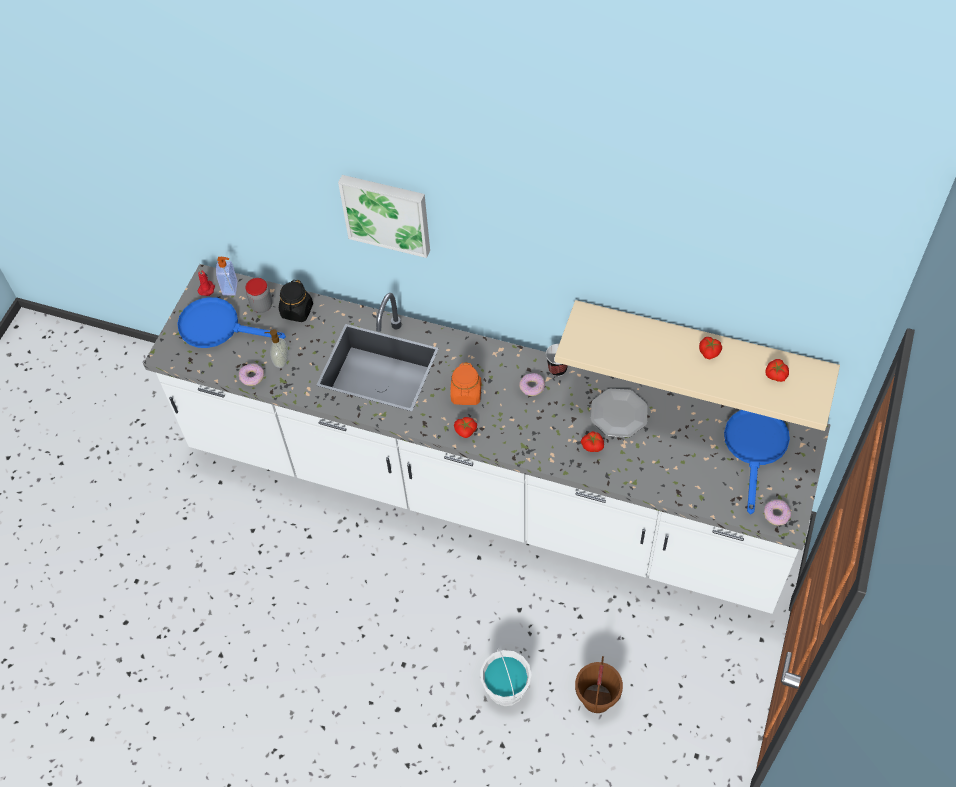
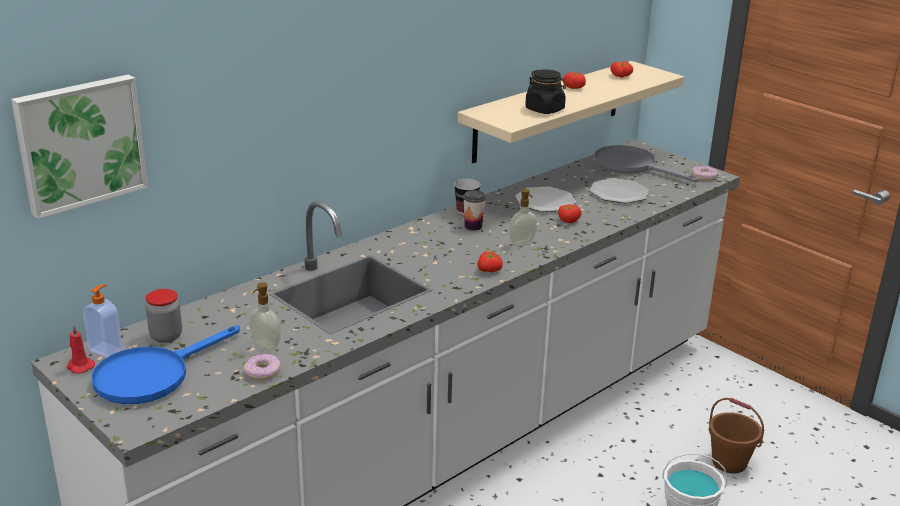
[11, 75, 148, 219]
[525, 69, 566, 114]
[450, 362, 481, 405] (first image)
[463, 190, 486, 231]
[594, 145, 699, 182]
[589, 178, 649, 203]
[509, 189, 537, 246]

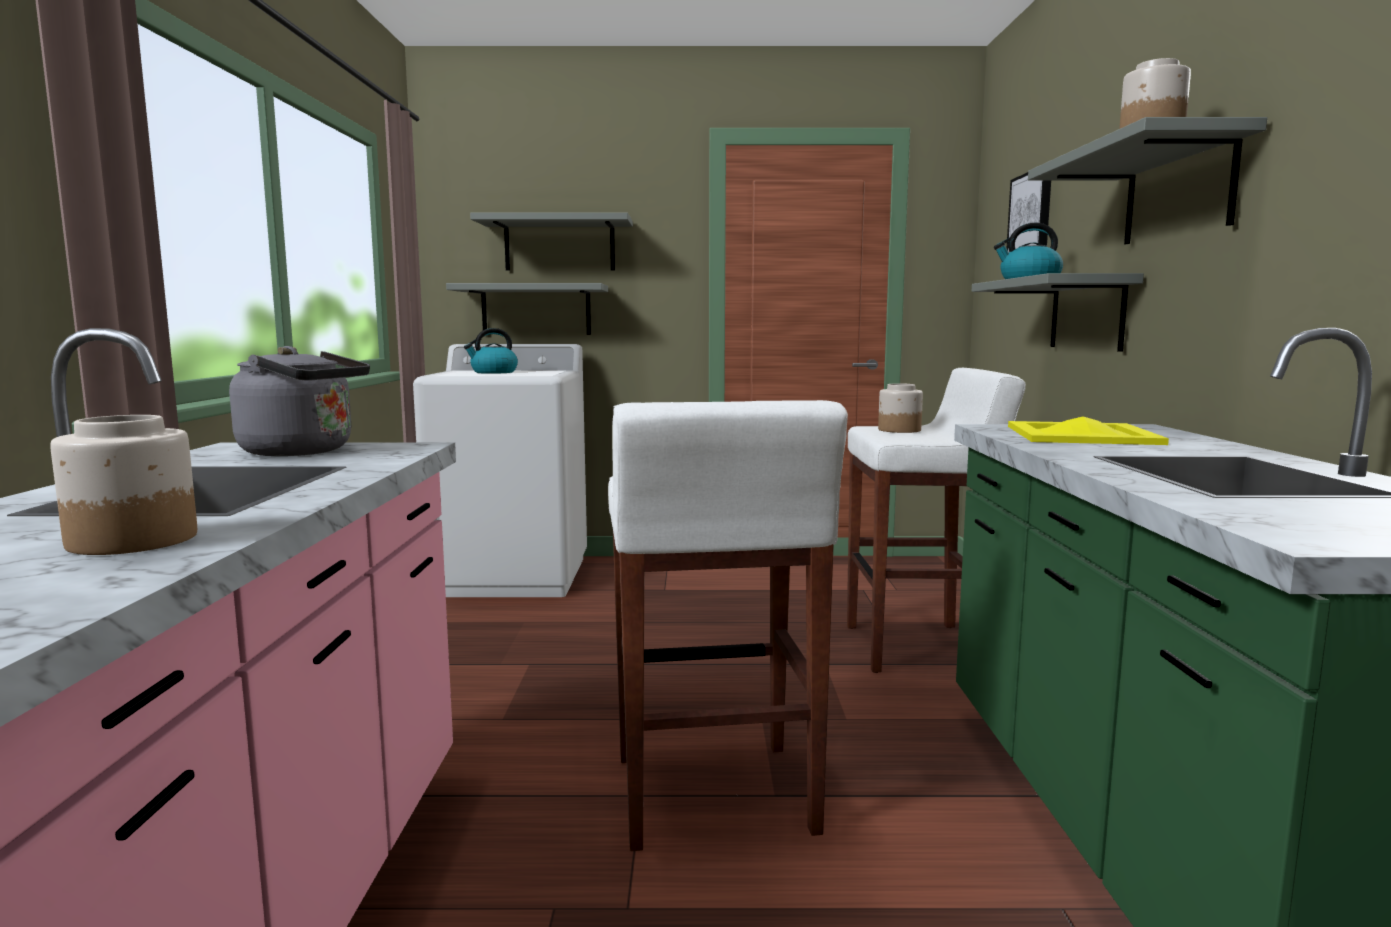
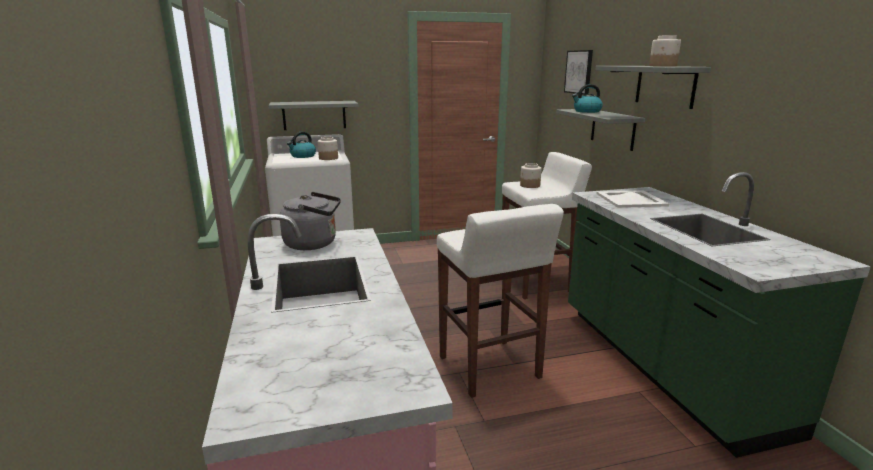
[470, 213, 633, 270] (first image)
[318, 137, 338, 160]
[597, 190, 669, 208]

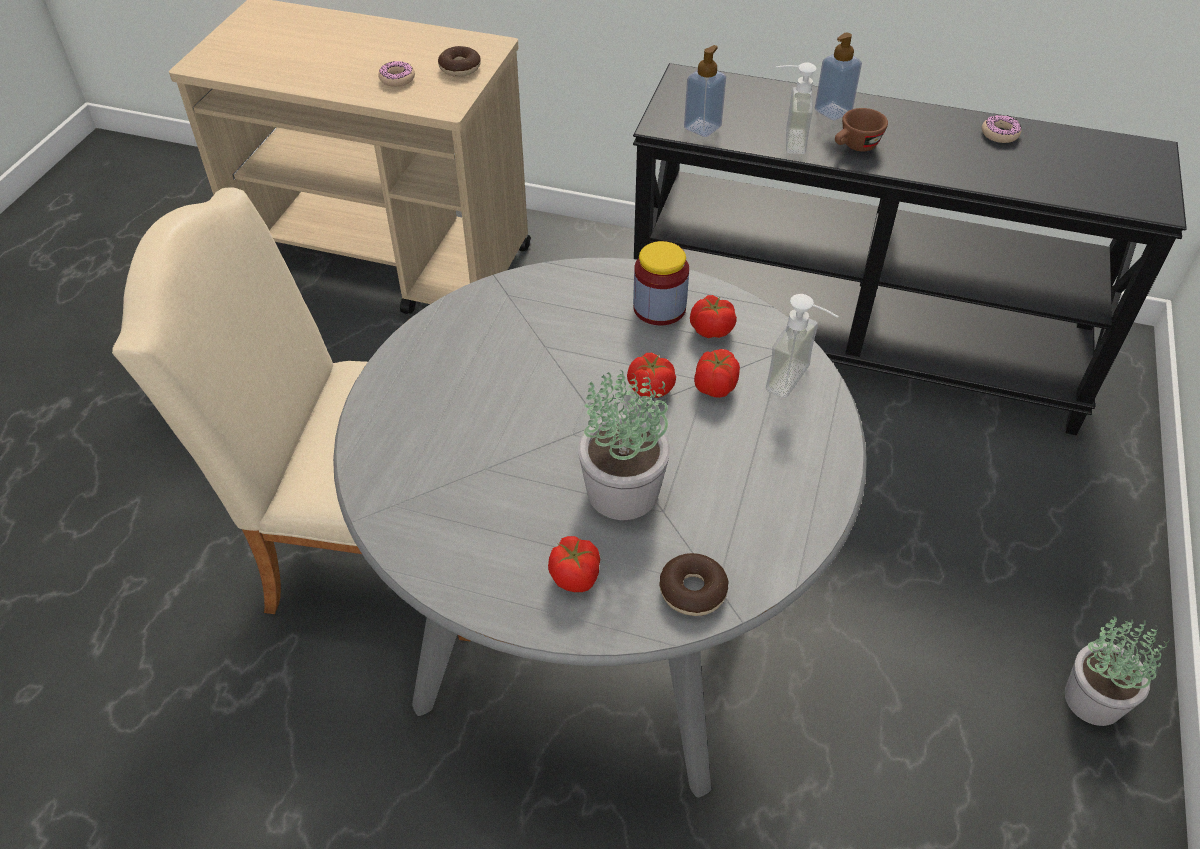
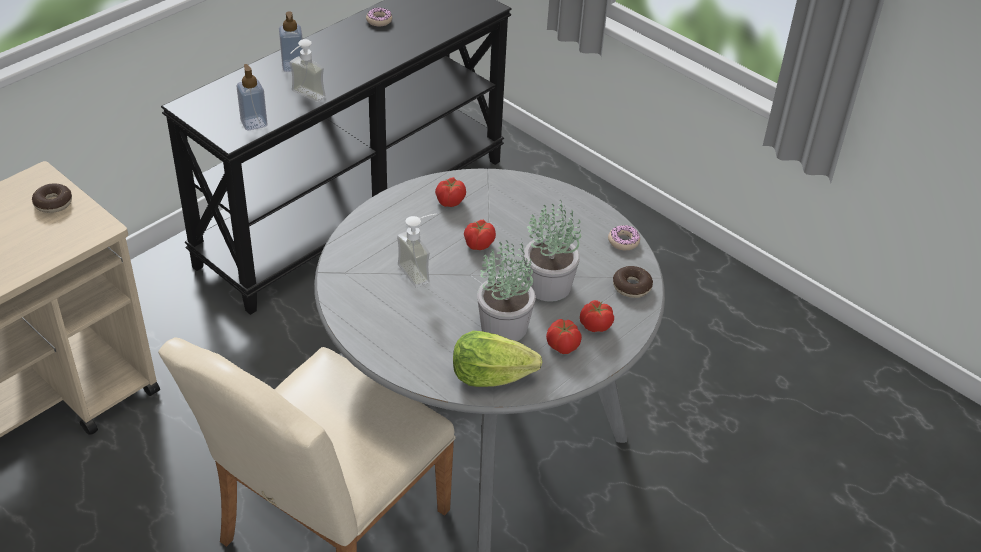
[608, 225, 640, 250]
[835, 108, 888, 152] (first image)
[633, 241, 689, 325] (first image)
[397, 214, 436, 288]
[546, 319, 582, 354]
[477, 240, 536, 341]
[453, 331, 542, 387]

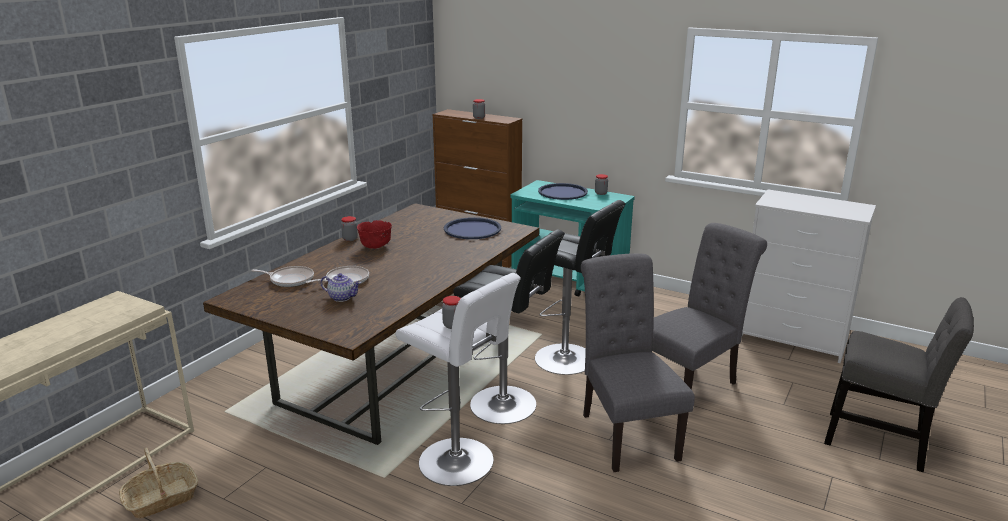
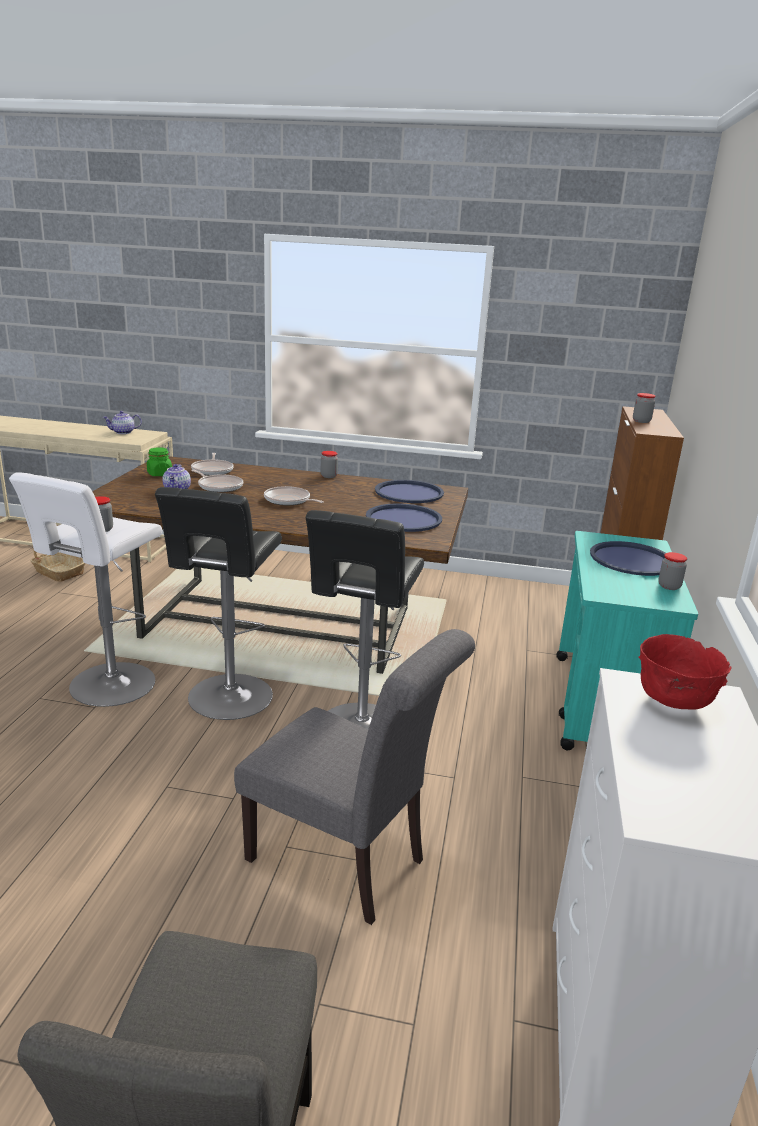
[638, 634, 732, 710]
[581, 253, 695, 472] (first image)
[103, 411, 142, 434]
[147, 447, 172, 476]
[375, 480, 444, 503]
[264, 486, 324, 505]

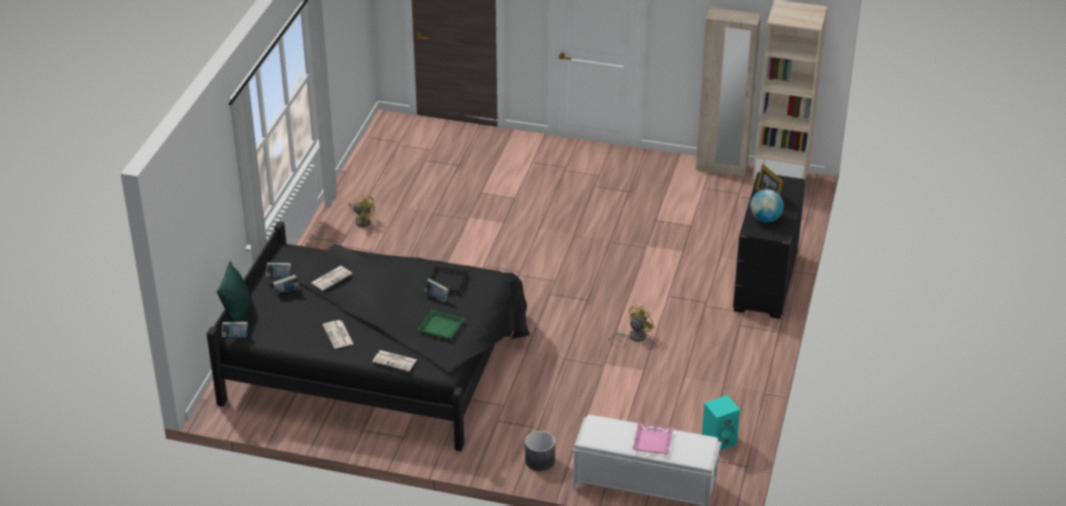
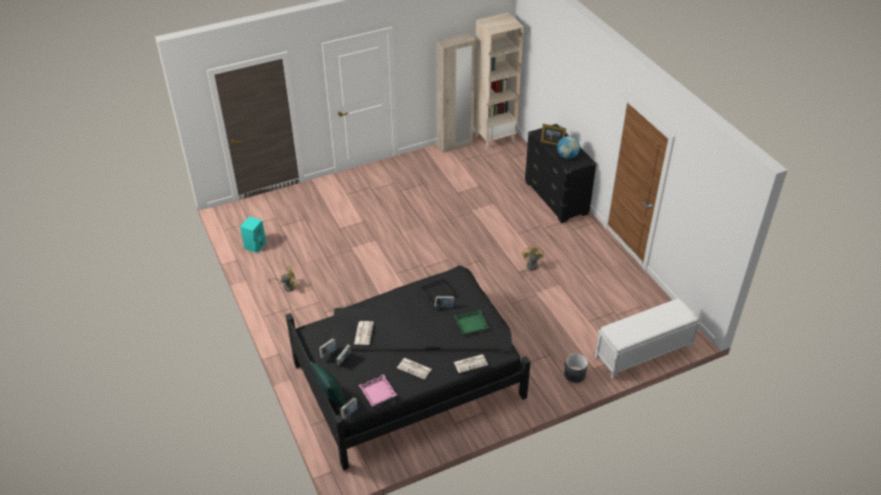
[240, 216, 266, 253]
[359, 374, 397, 406]

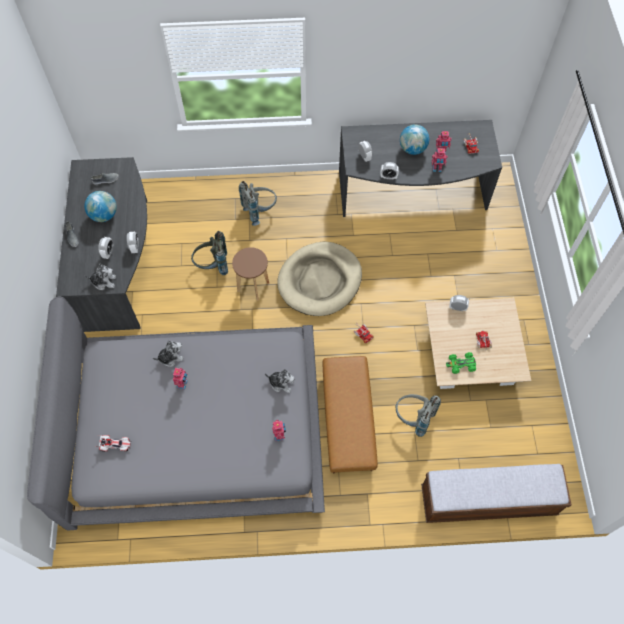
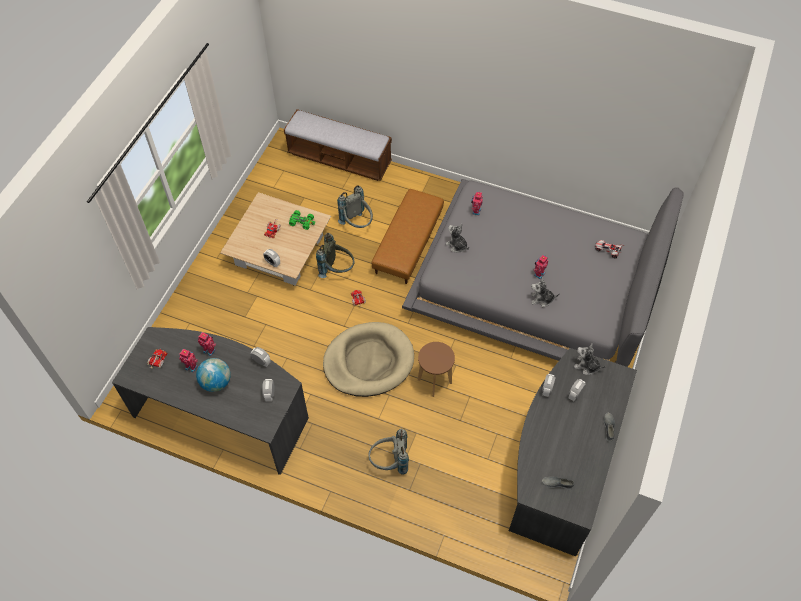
[84, 191, 117, 222] (first image)
[316, 233, 355, 278]

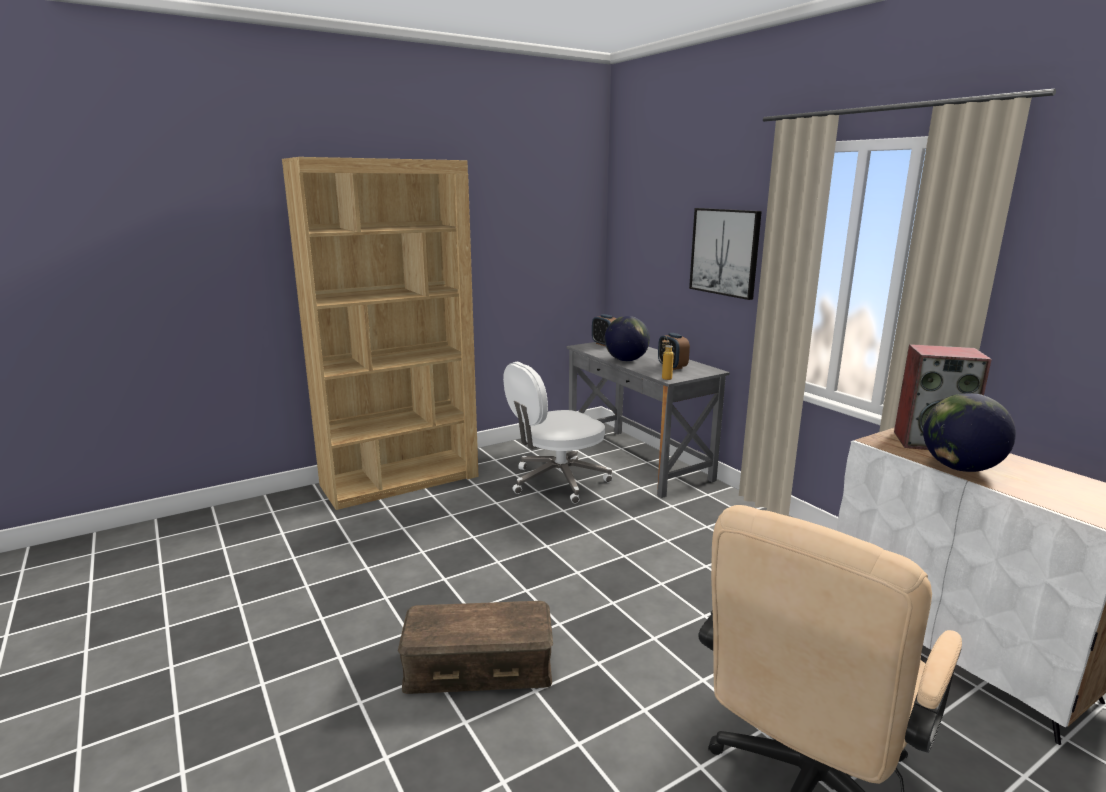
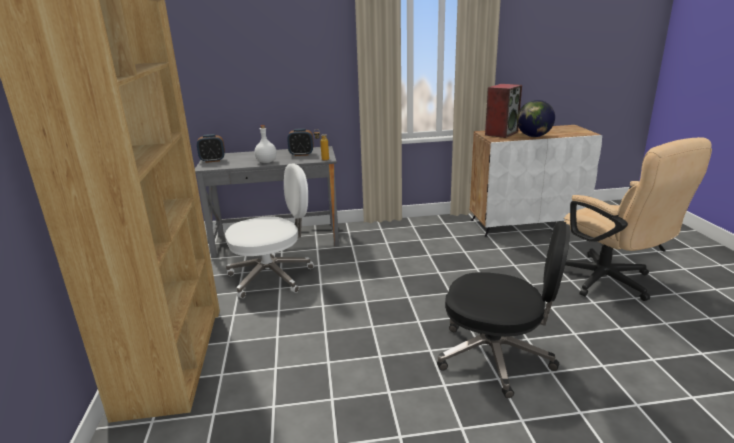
[689, 208, 762, 300] (first image)
[254, 125, 277, 163]
[225, 164, 314, 298]
[437, 221, 570, 398]

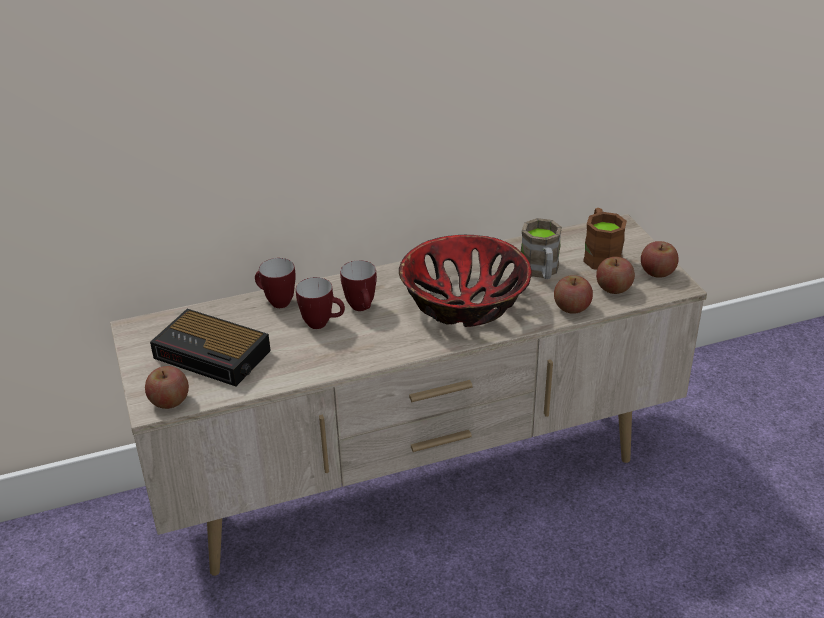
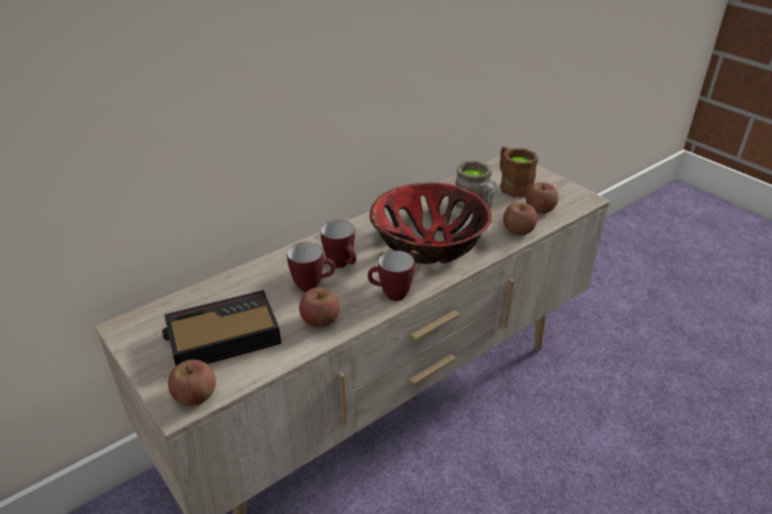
[299, 287, 339, 327]
[368, 251, 415, 301]
[162, 290, 281, 366]

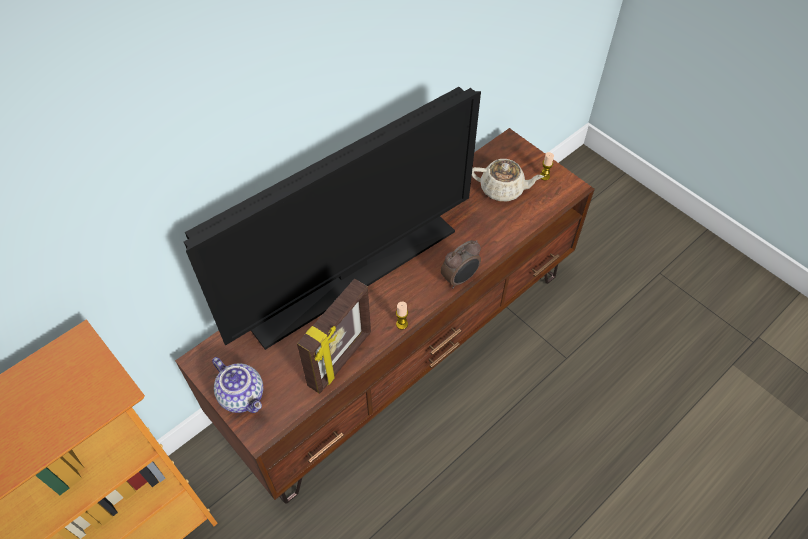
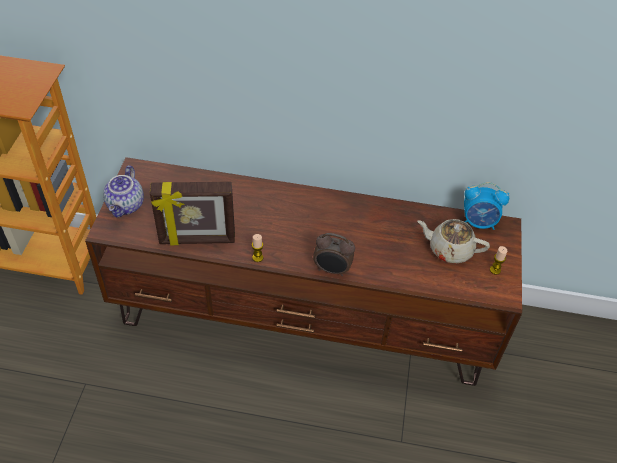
[184, 87, 481, 350] (first image)
[417, 219, 490, 264]
[464, 182, 510, 230]

